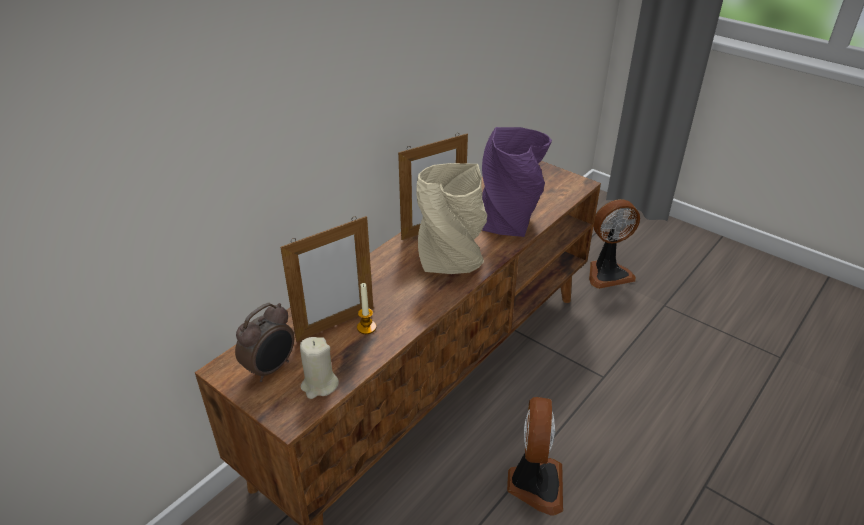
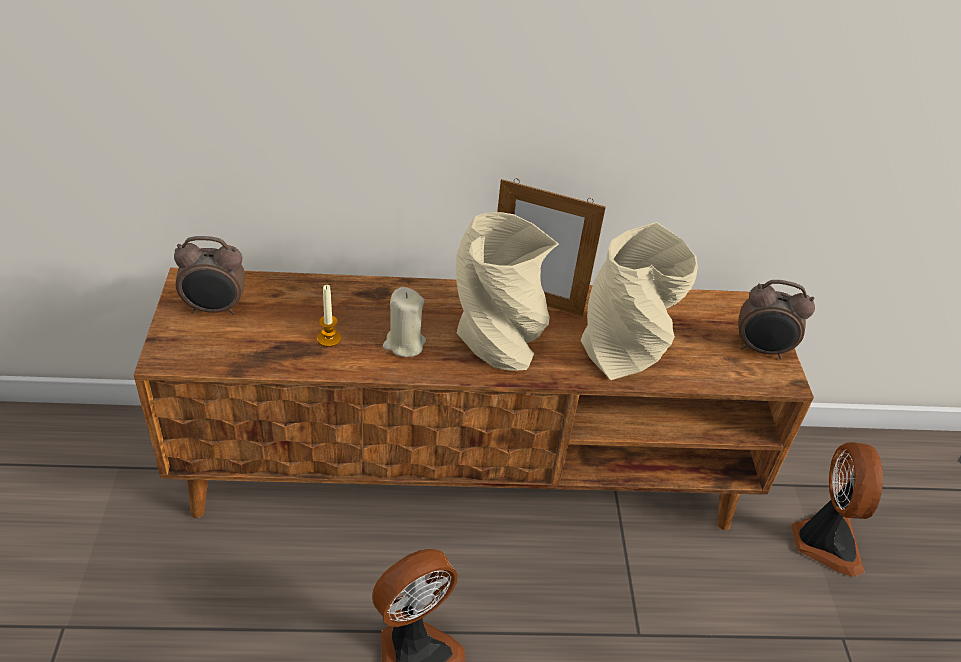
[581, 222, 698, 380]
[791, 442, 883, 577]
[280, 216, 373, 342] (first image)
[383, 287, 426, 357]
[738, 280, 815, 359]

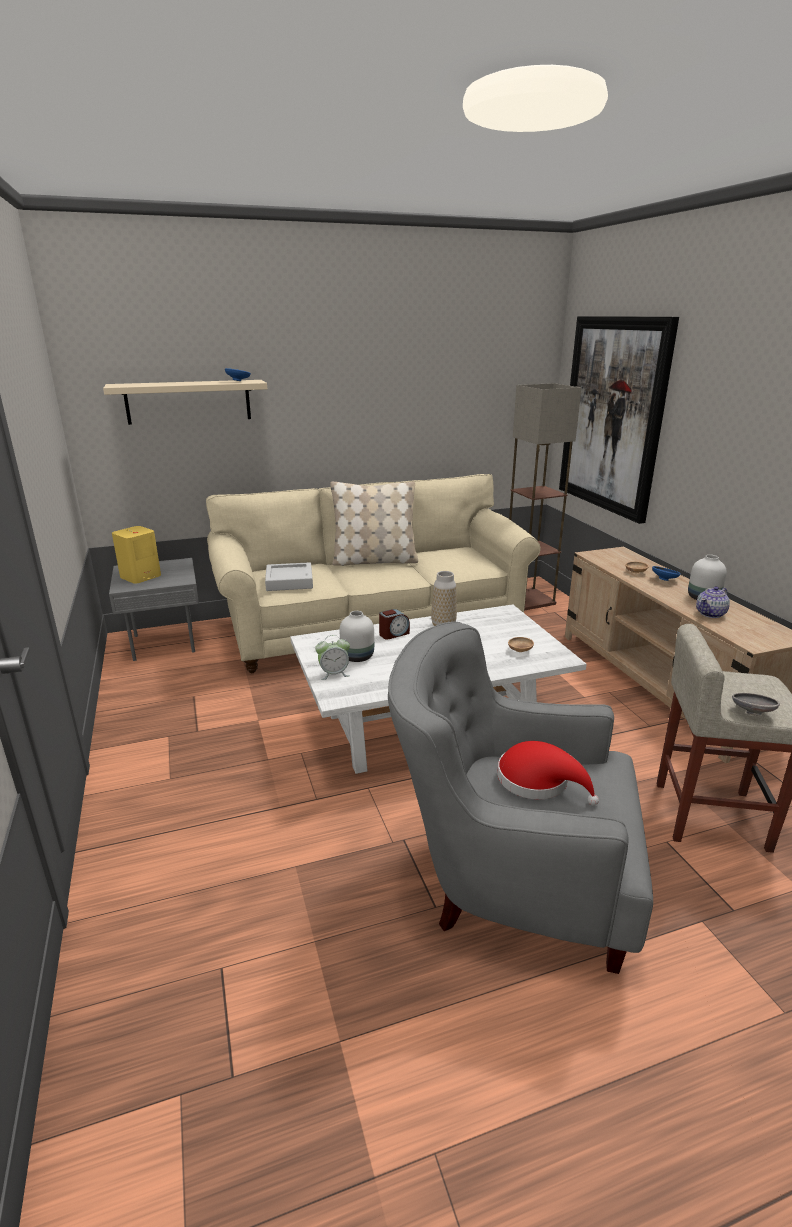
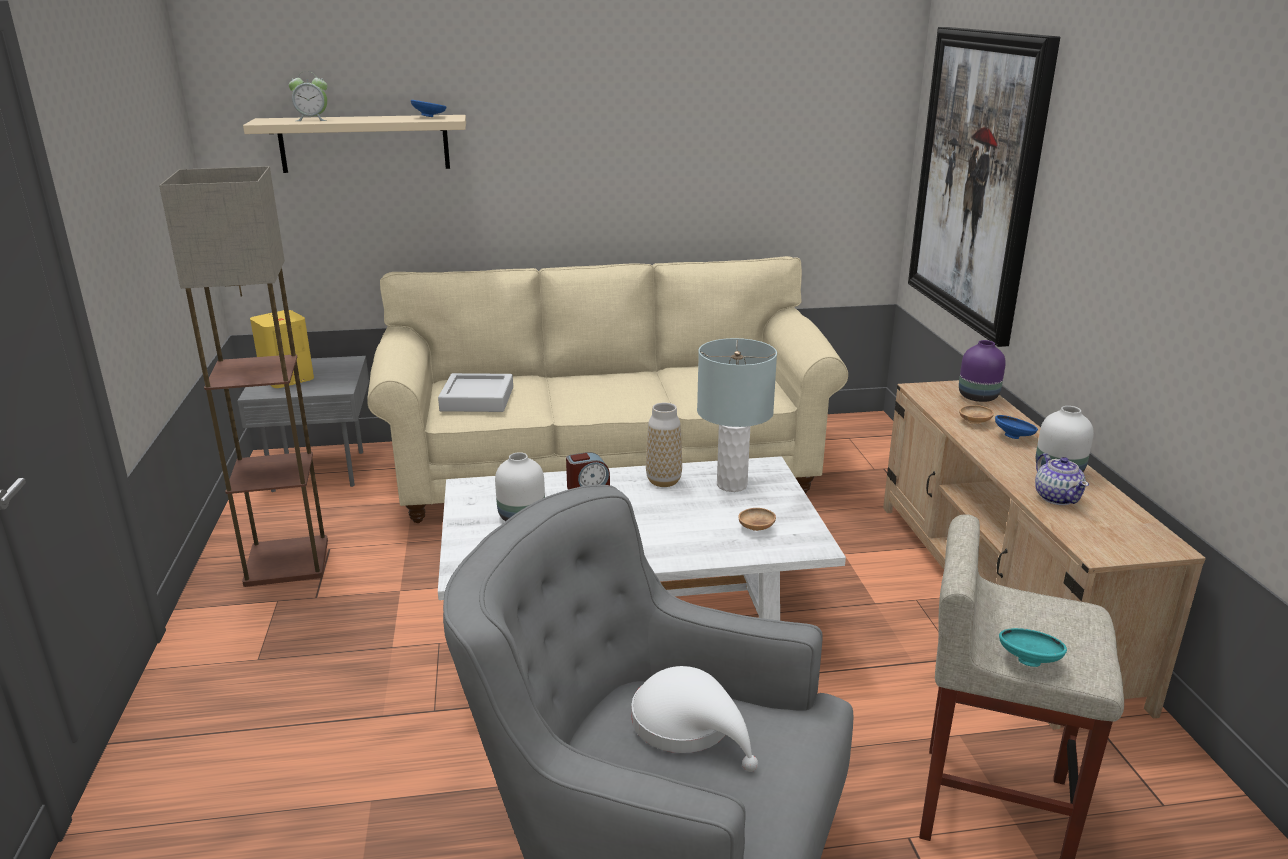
[159, 166, 328, 587]
[330, 482, 418, 566] (first image)
[1035, 453, 1089, 505]
[289, 71, 327, 121]
[999, 628, 1067, 667]
[631, 666, 758, 772]
[697, 338, 777, 492]
[959, 340, 1006, 402]

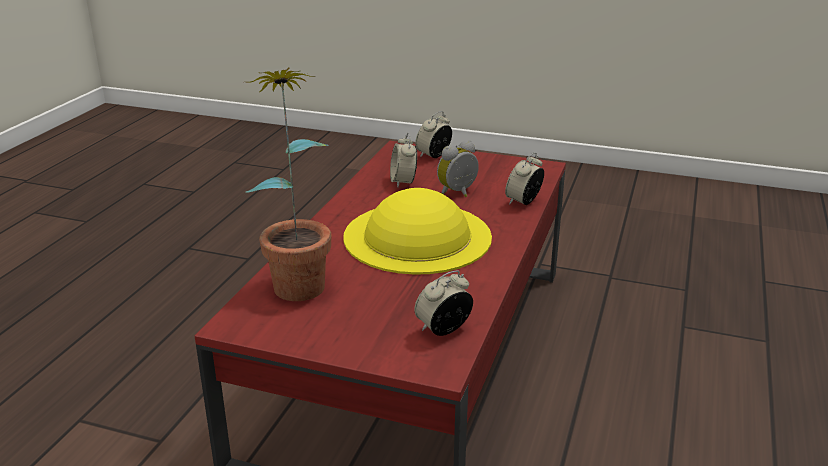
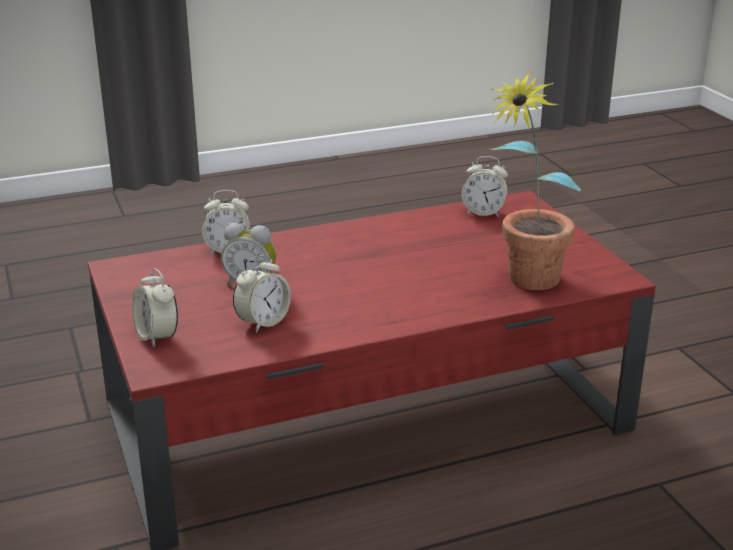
[132, 268, 178, 347]
[343, 188, 492, 275] (first image)

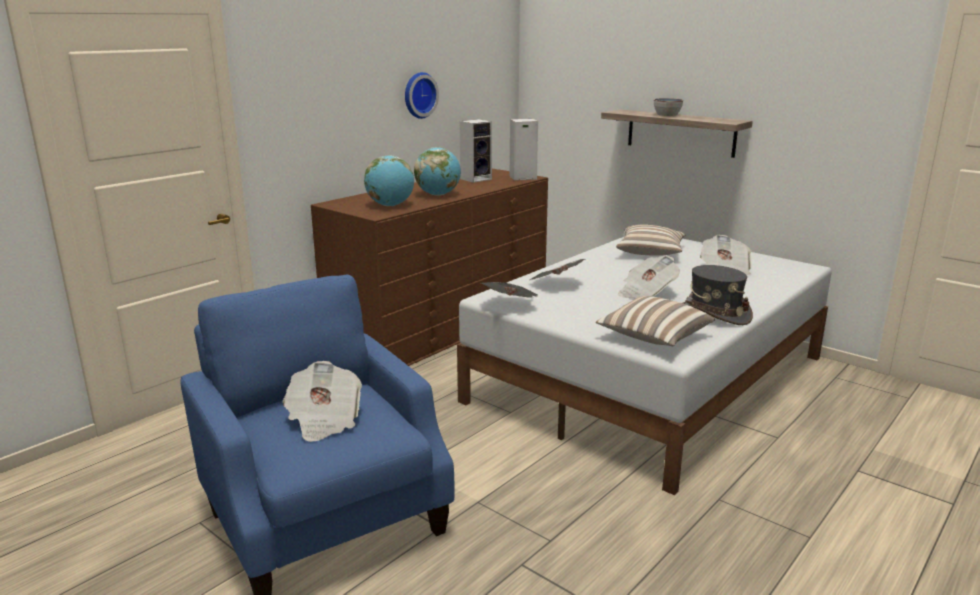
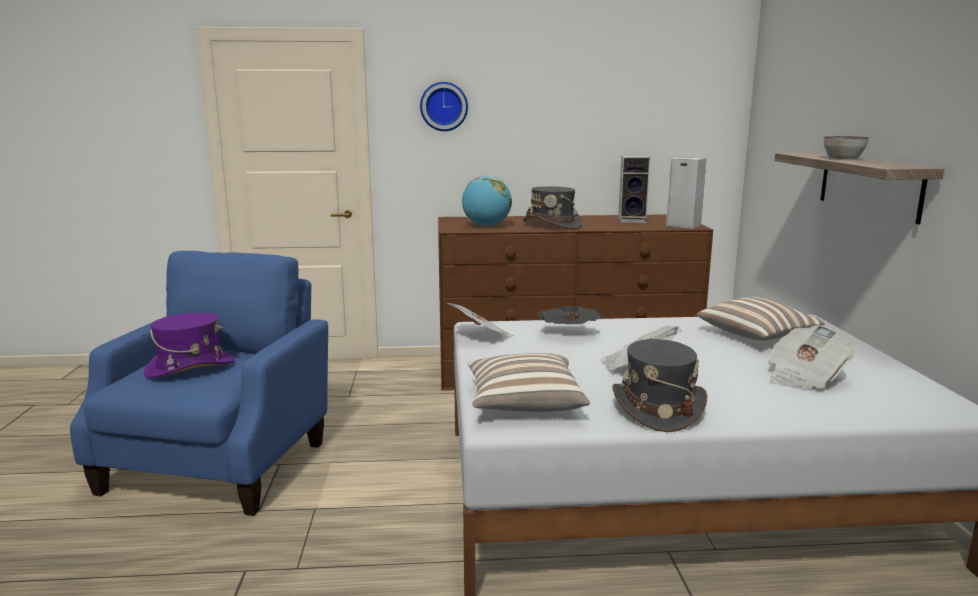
[420, 82, 468, 131]
[523, 186, 582, 230]
[144, 313, 235, 378]

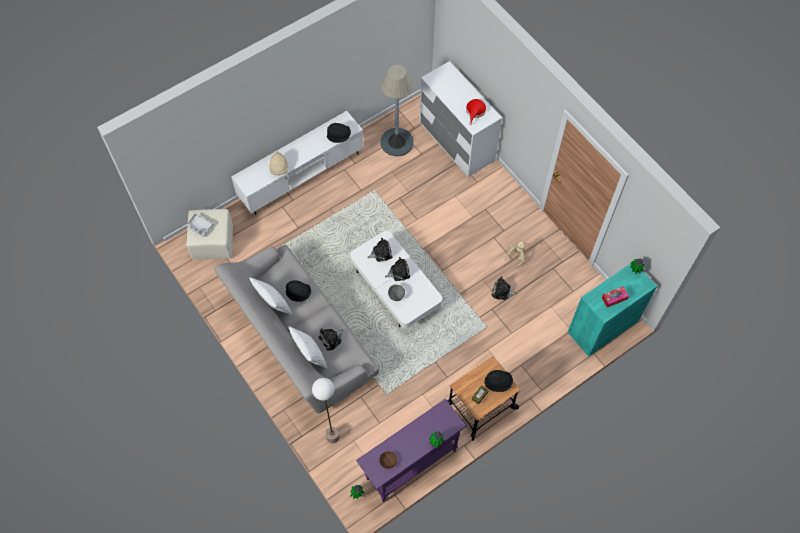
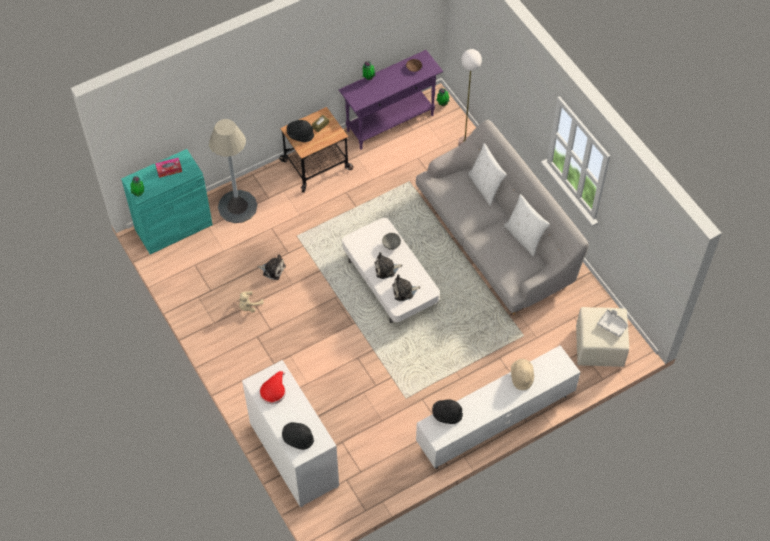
[209, 119, 257, 223]
[282, 422, 314, 450]
[318, 328, 343, 351] (first image)

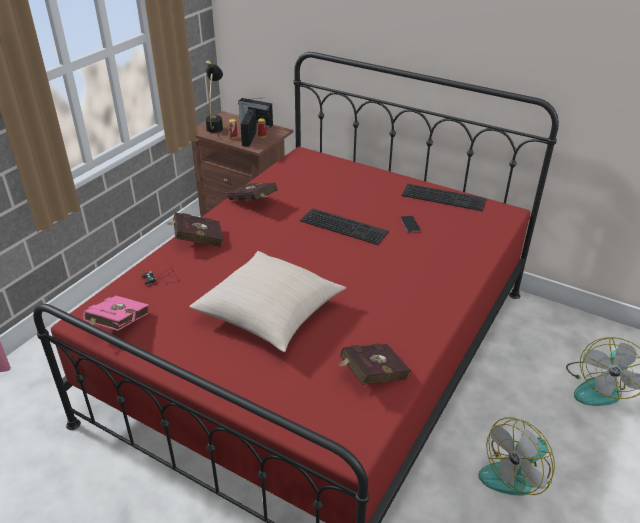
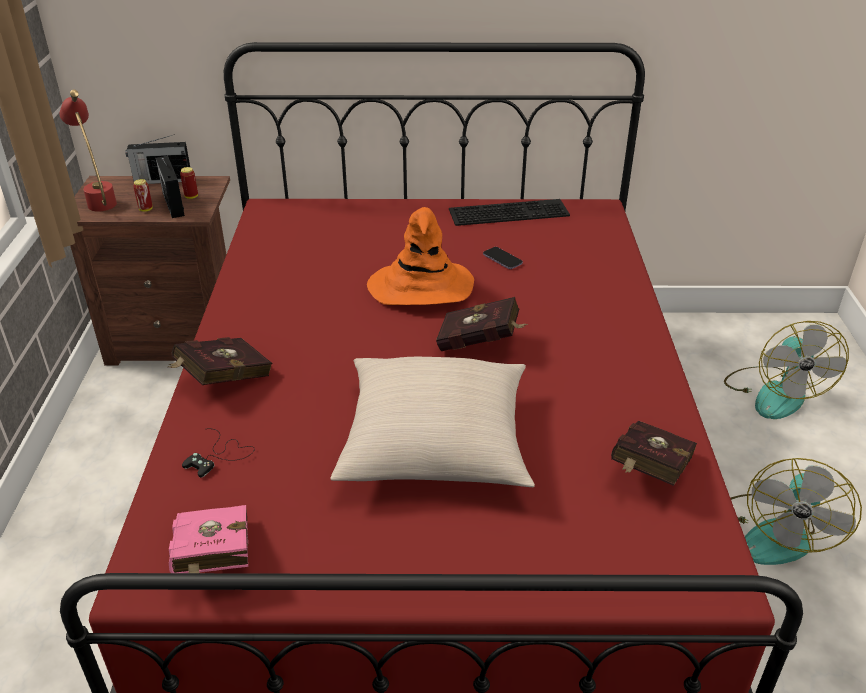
[59, 89, 117, 211]
[436, 297, 528, 351]
[367, 207, 474, 305]

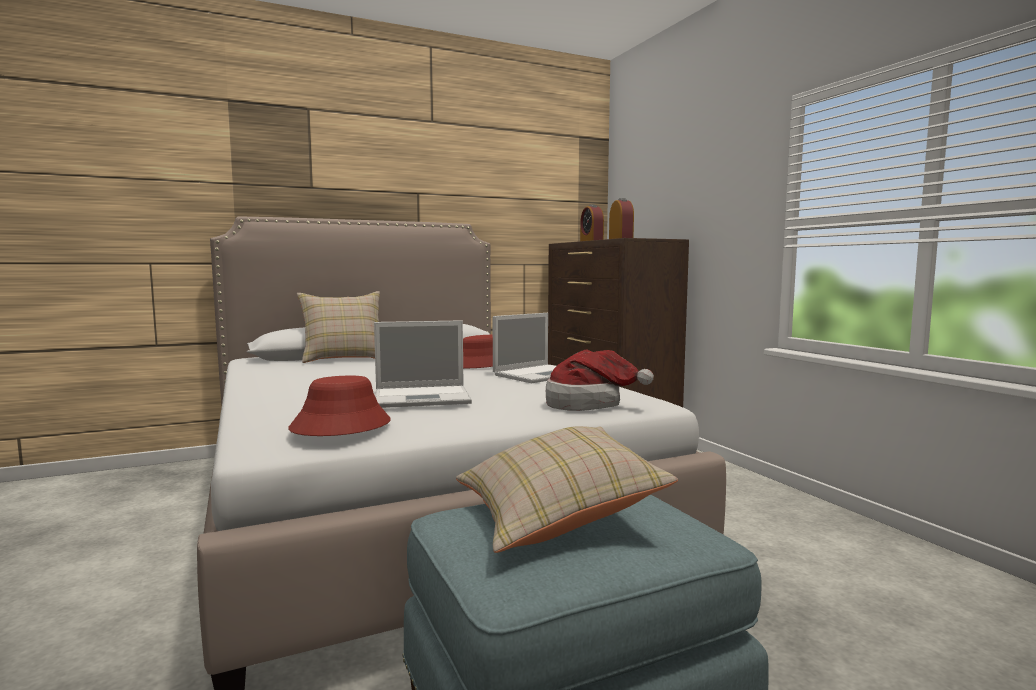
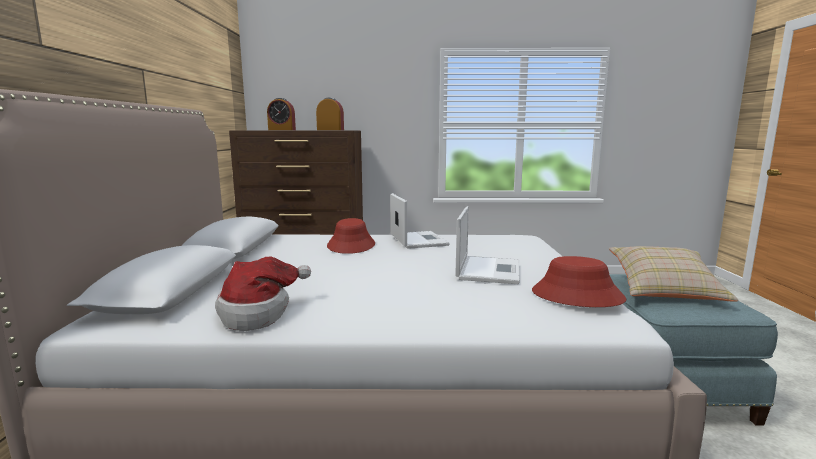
[297, 291, 380, 363] (first image)
[215, 256, 311, 331]

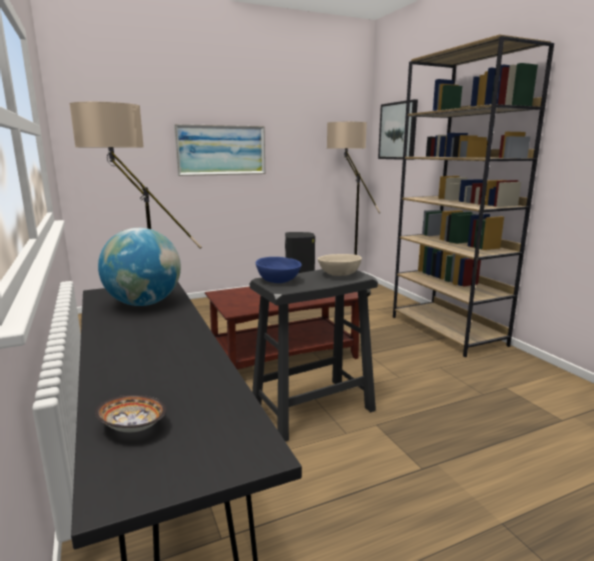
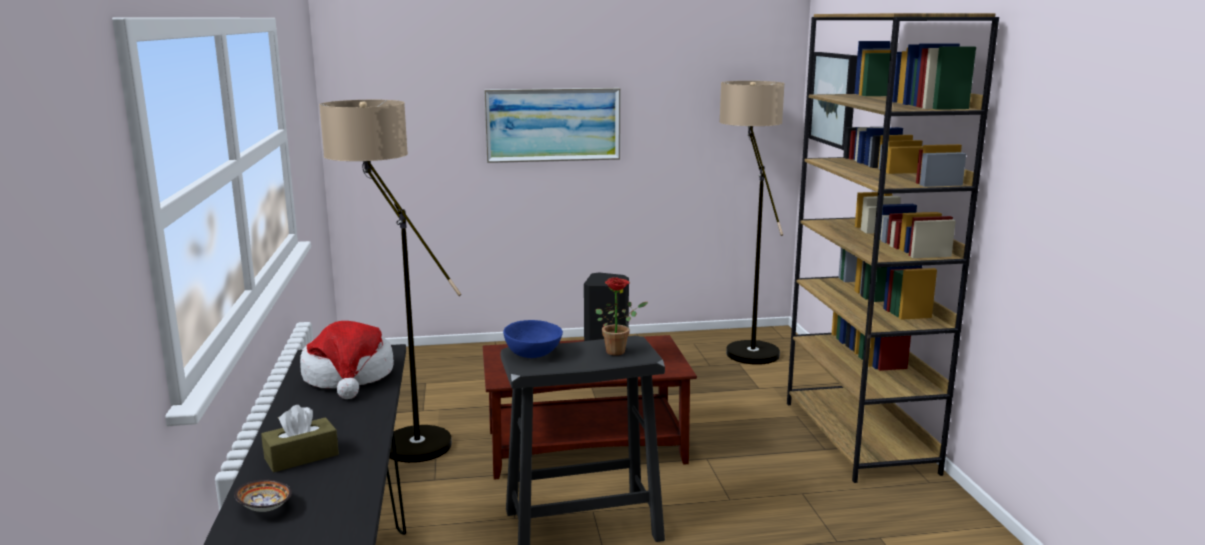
[300, 321, 394, 399]
[596, 277, 648, 355]
[261, 405, 339, 472]

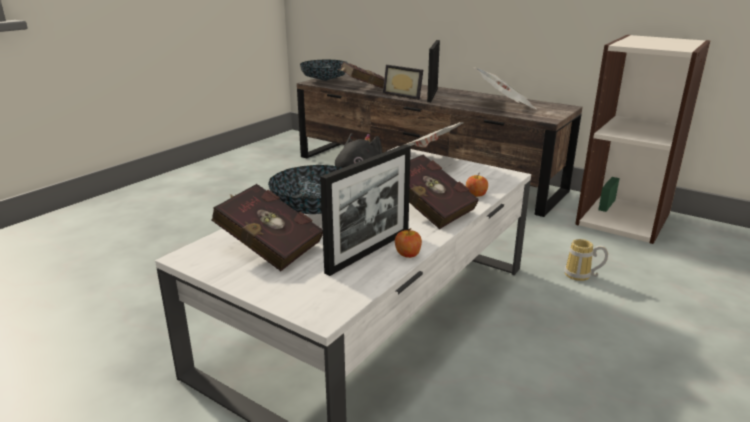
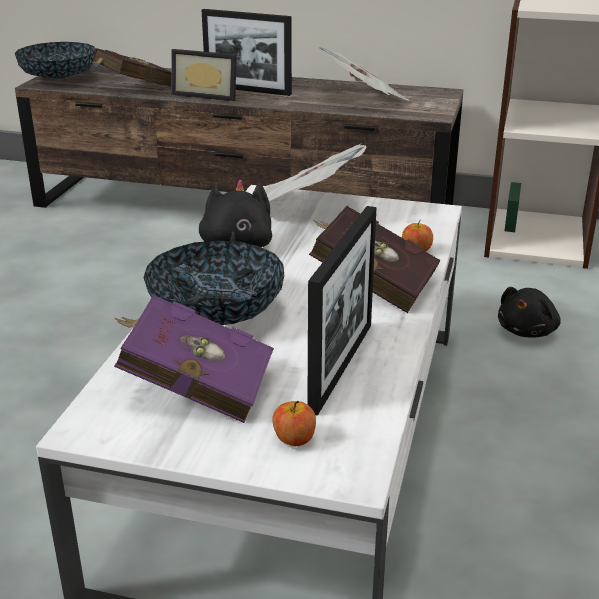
[202, 9, 292, 96]
[114, 295, 274, 423]
[272, 401, 316, 446]
[498, 287, 561, 338]

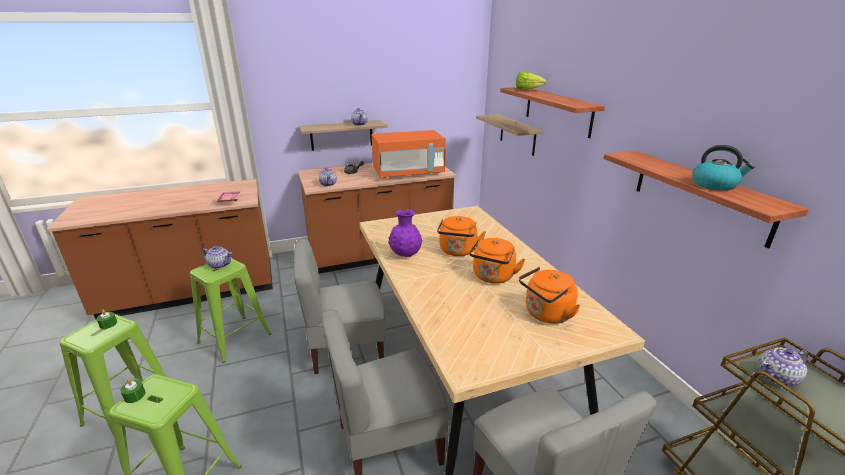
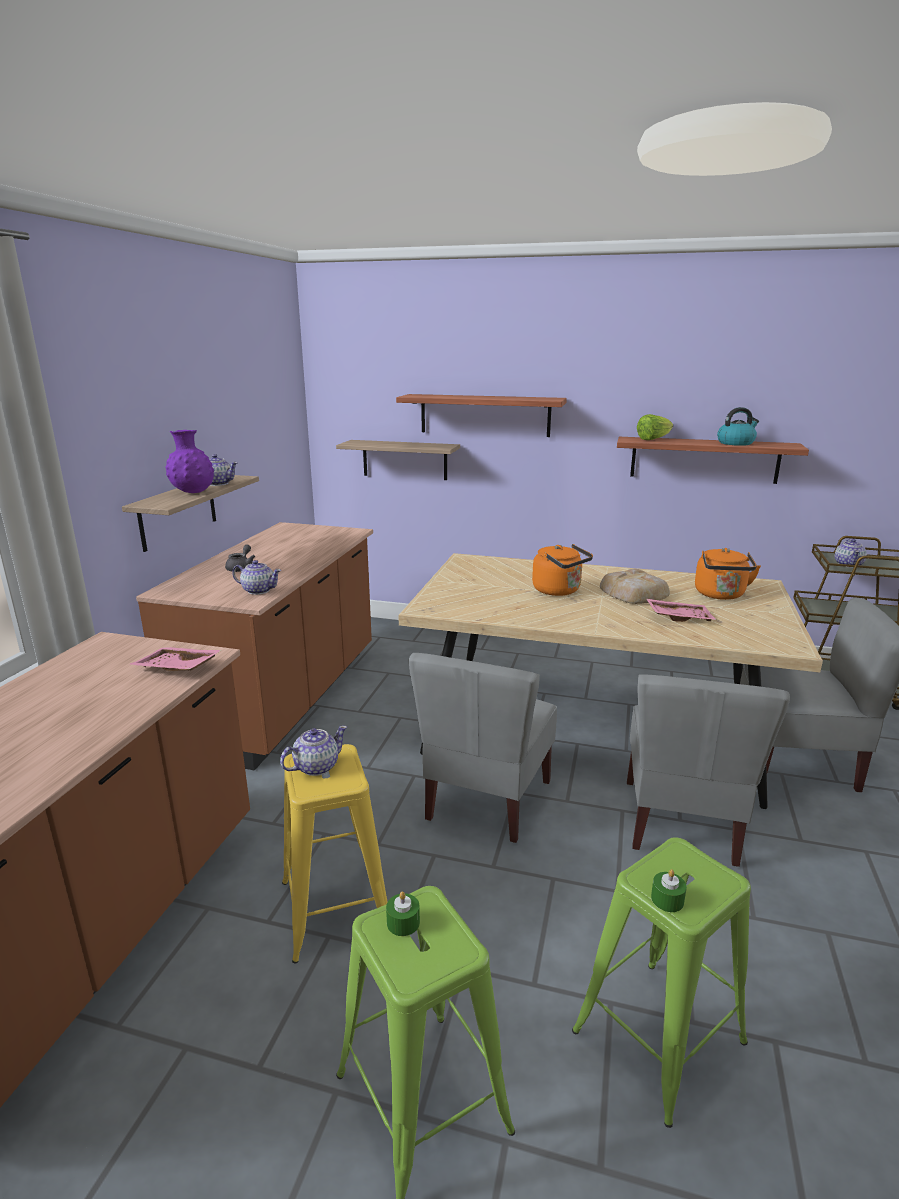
[637, 414, 673, 440]
[372, 130, 446, 178] (first image)
[165, 430, 214, 493]
[600, 569, 670, 604]
[282, 744, 387, 964]
[647, 599, 716, 622]

